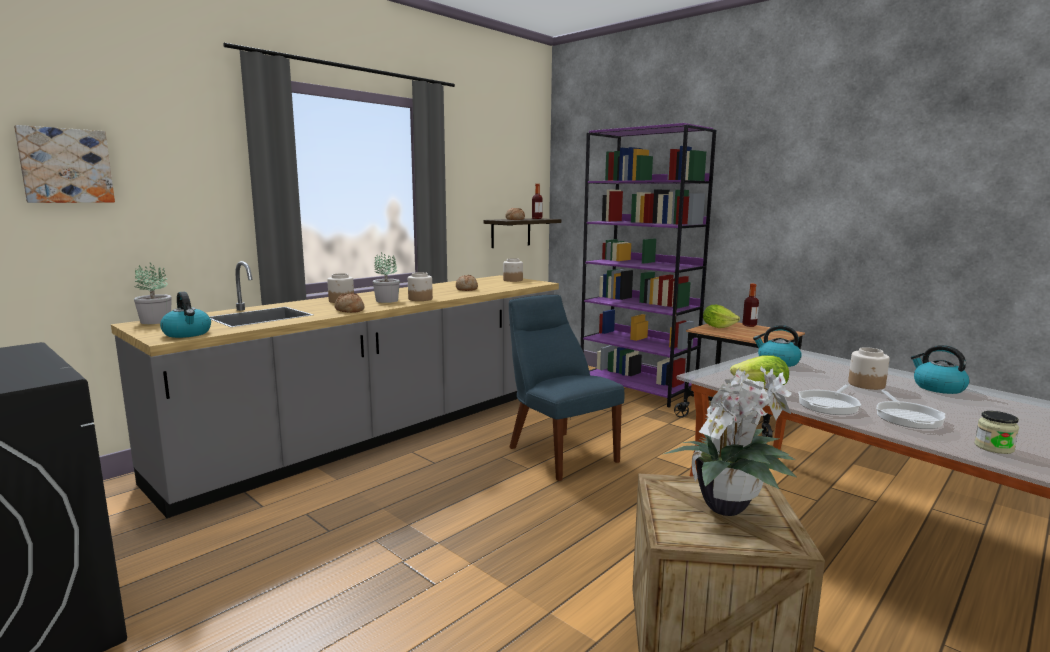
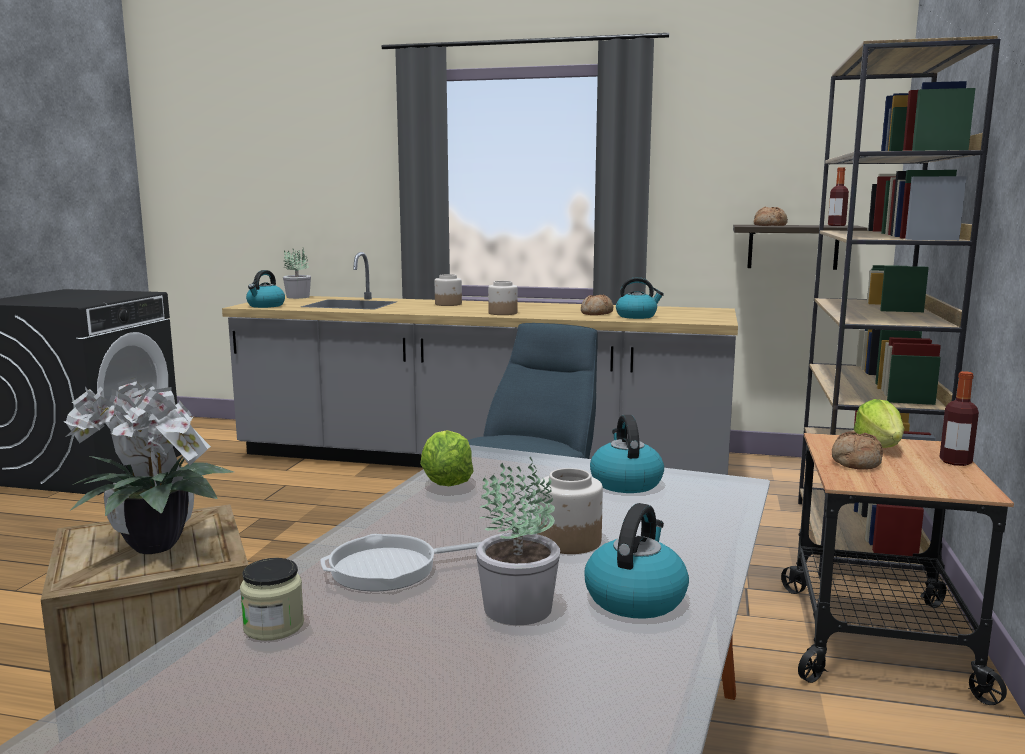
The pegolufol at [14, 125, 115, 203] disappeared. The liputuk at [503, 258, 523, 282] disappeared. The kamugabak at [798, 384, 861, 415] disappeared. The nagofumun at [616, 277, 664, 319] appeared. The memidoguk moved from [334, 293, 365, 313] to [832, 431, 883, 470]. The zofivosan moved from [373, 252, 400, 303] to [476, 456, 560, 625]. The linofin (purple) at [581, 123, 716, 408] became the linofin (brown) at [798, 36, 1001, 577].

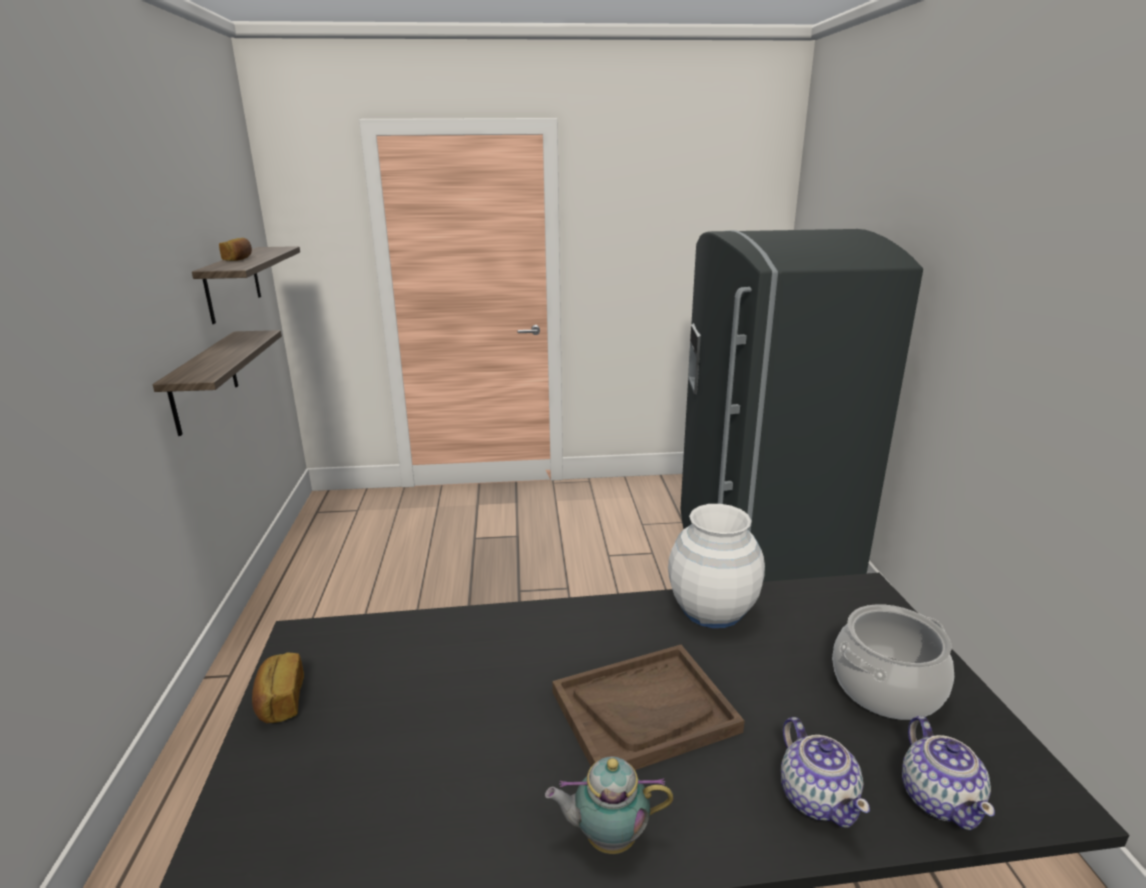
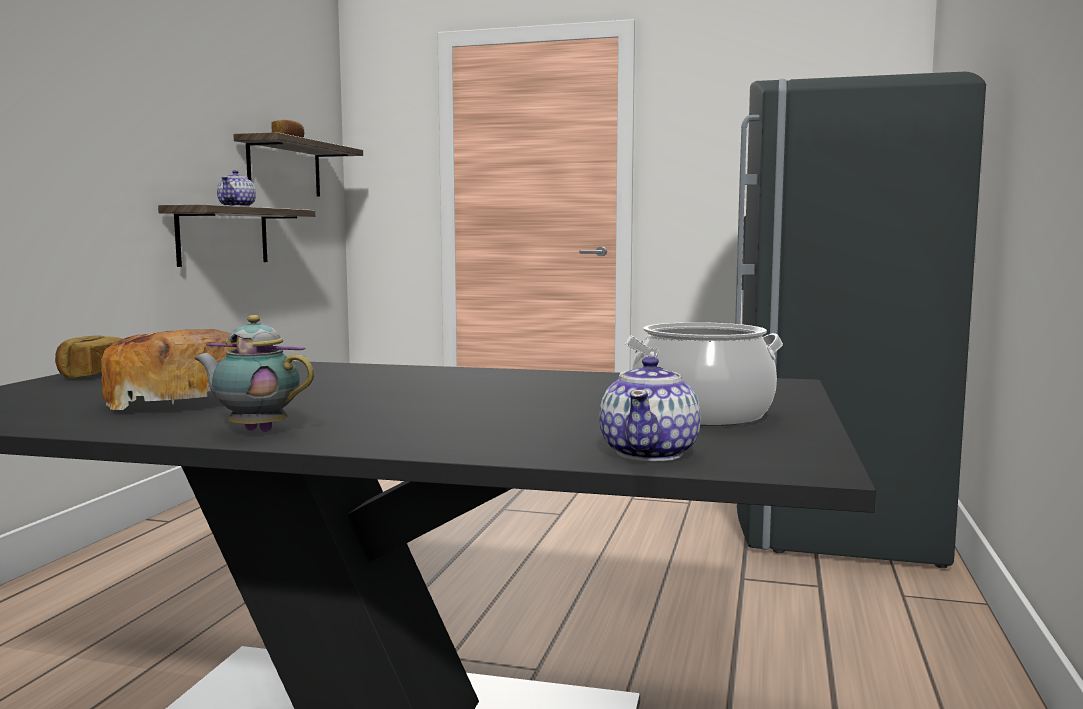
The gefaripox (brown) at [552, 645, 745, 770] disappeared. The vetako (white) at [668, 504, 765, 628] disappeared. The memidoguk at [101, 329, 237, 410] appeared. The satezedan moved from [781, 717, 870, 828] to [217, 170, 256, 207].

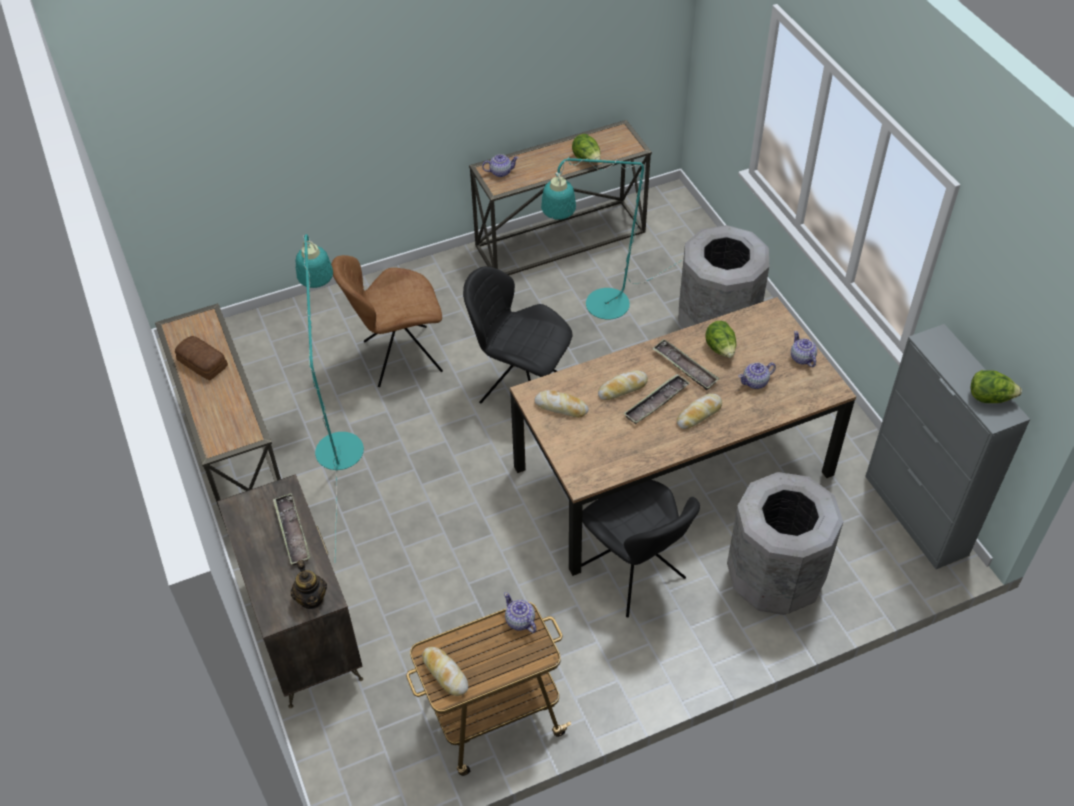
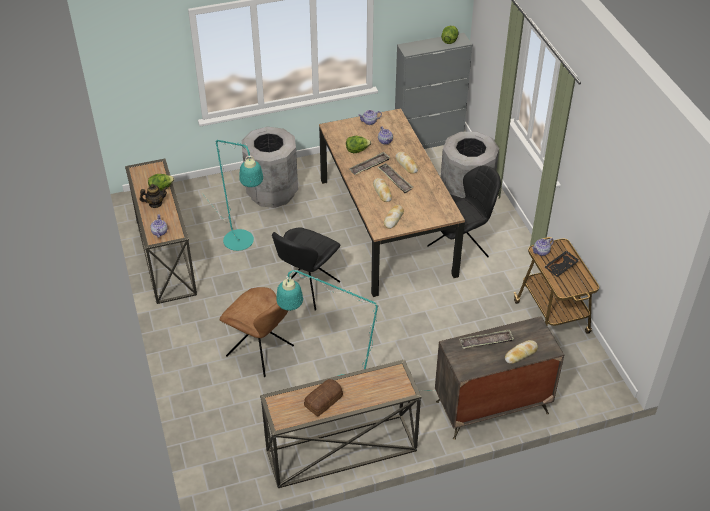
The gefaripox (black) at [544, 251, 580, 277] appeared. The satezedan moved from [291, 560, 327, 609] to [140, 184, 168, 208]. The memidoguk moved from [422, 647, 468, 696] to [505, 340, 538, 364]. The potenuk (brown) at [331, 255, 443, 387] turned 45 degrees counterclockwise.

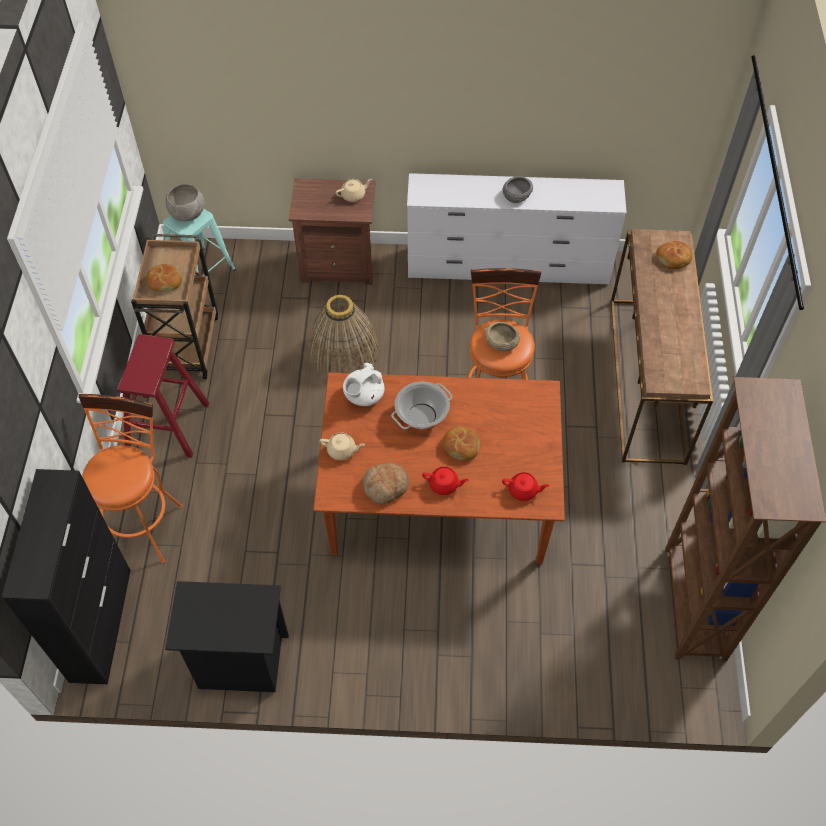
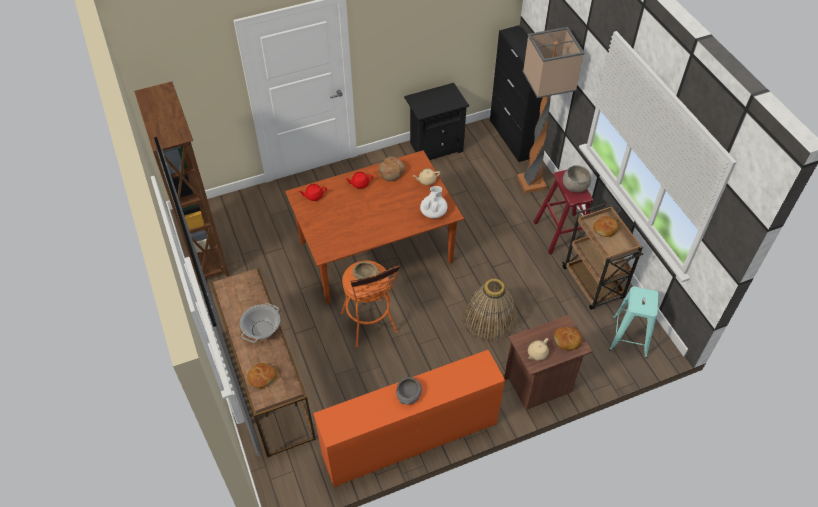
The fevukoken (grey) moved from [166, 184, 205, 222] to [563, 165, 591, 192]. The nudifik moved from [391, 382, 453, 429] to [240, 303, 280, 343]. The memidoguk moved from [443, 426, 480, 461] to [554, 327, 582, 350]. The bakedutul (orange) at [78, 394, 183, 563] was replaced by the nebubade at [517, 27, 585, 194]. The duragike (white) at [407, 173, 627, 284] became the duragike (orange) at [313, 350, 505, 487].

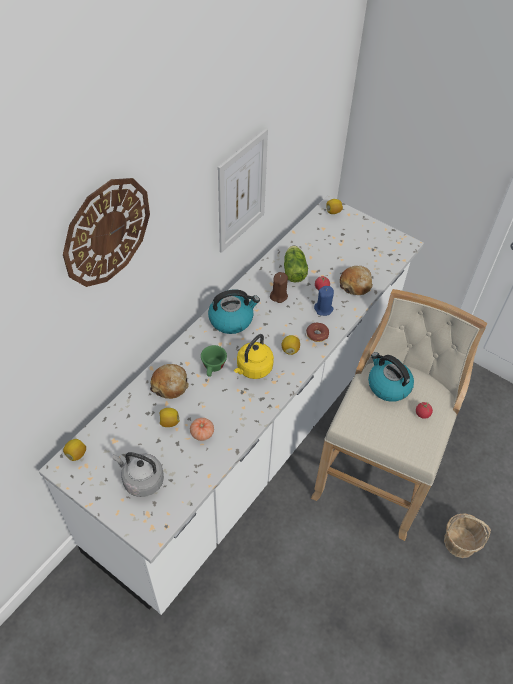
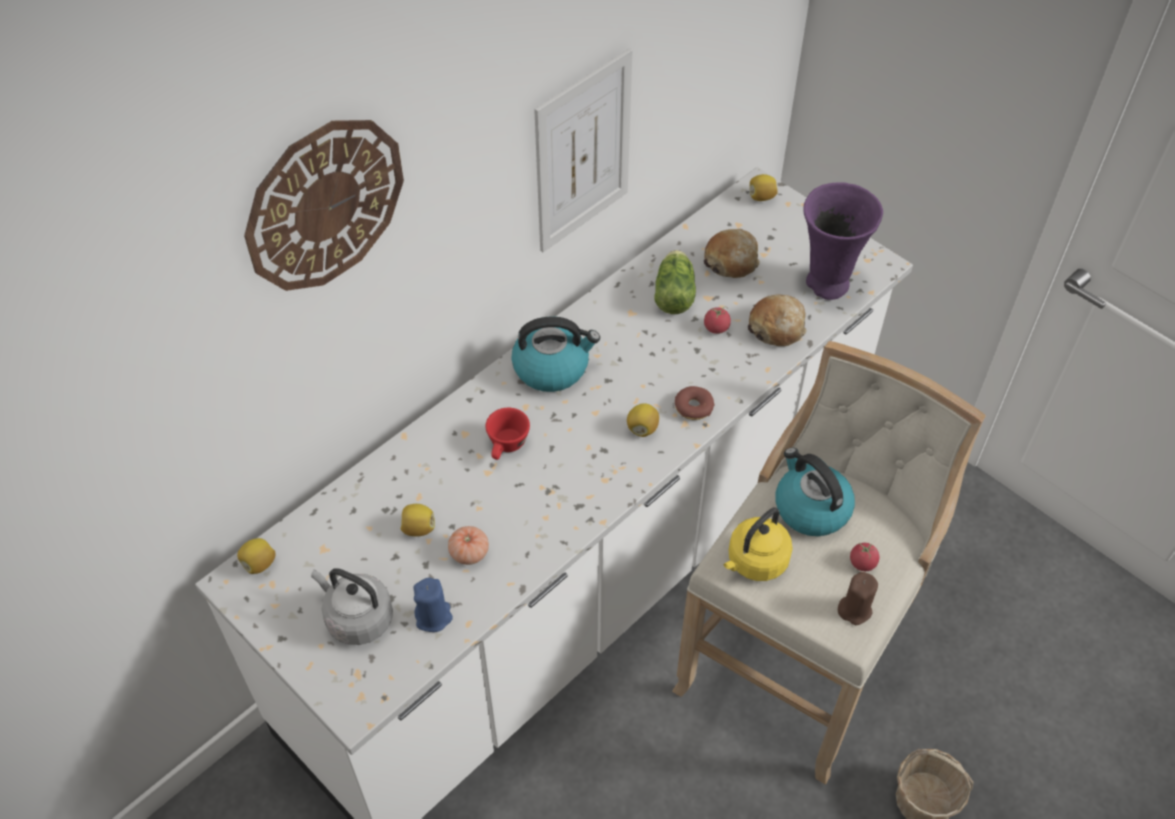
The vetako (purple) at [803, 182, 883, 300] appeared. The memidoguk moved from [150, 364, 189, 399] to [704, 229, 760, 278]. The nagofumun (yellow) moved from [234, 334, 274, 379] to [724, 507, 793, 581]. The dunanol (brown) moved from [270, 272, 288, 303] to [838, 572, 878, 625]. The dunanol (blue) moved from [314, 286, 334, 316] to [413, 578, 453, 632]. The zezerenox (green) at [201, 345, 227, 377] became the zezerenox (red) at [485, 408, 530, 460].

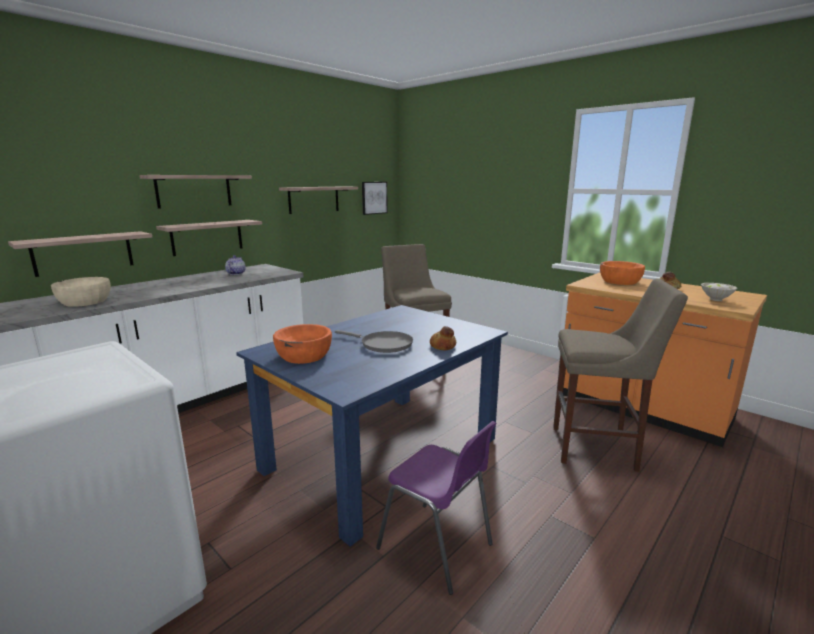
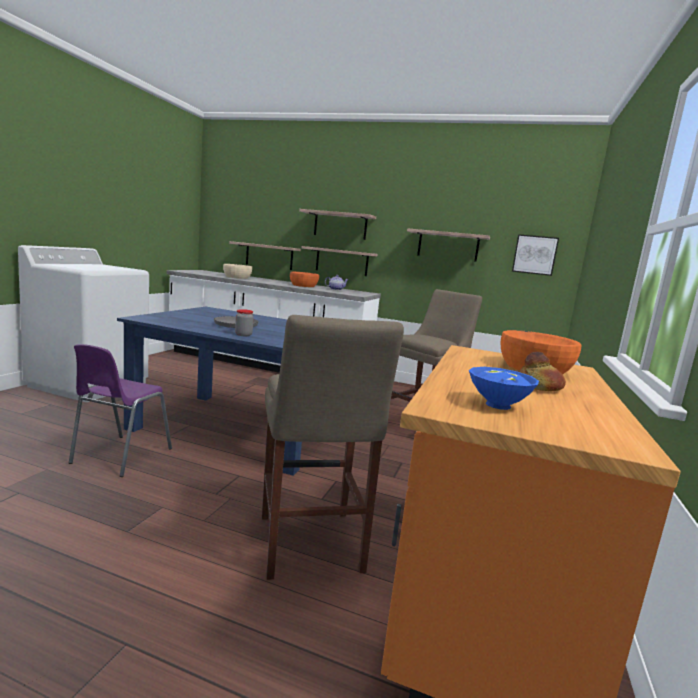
The fevukoken (orange) moved from [273, 324, 332, 364] to [290, 272, 319, 287]. The memidoguk at [430, 326, 456, 350] was replaced by the liputuk at [235, 309, 253, 336]. The fevukoken (white) at [701, 283, 738, 301] became the fevukoken (blue) at [469, 367, 539, 410].

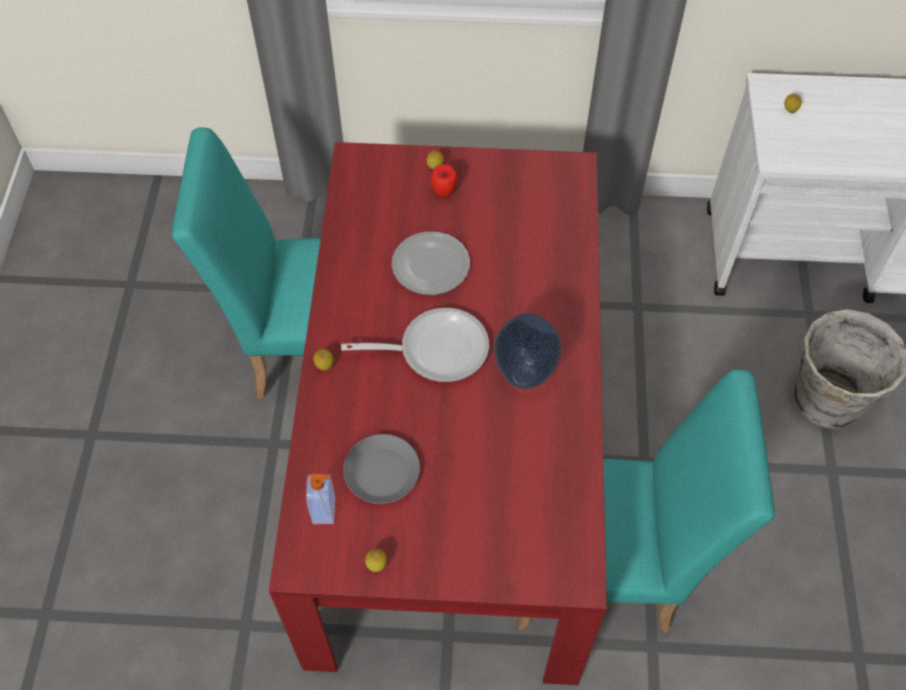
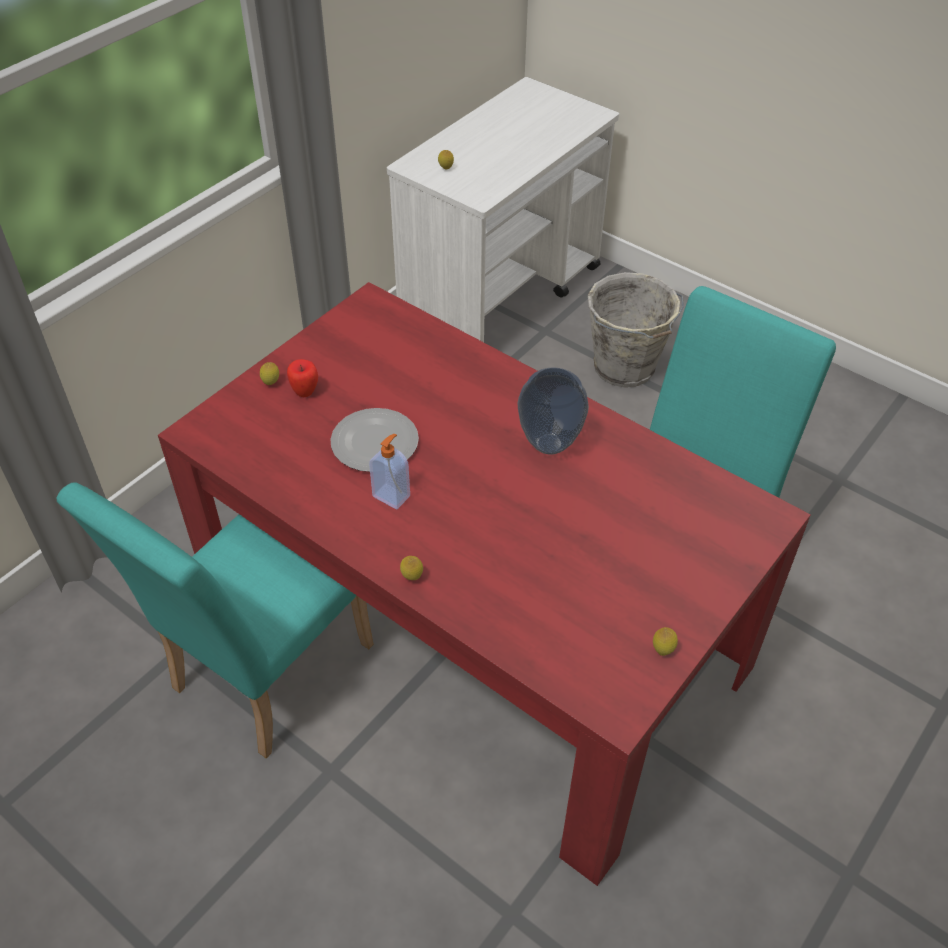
The kamugabak at [341, 308, 489, 382] disappeared. The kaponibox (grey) at [343, 434, 420, 504] disappeared. The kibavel moved from [306, 474, 335, 524] to [369, 434, 410, 509].

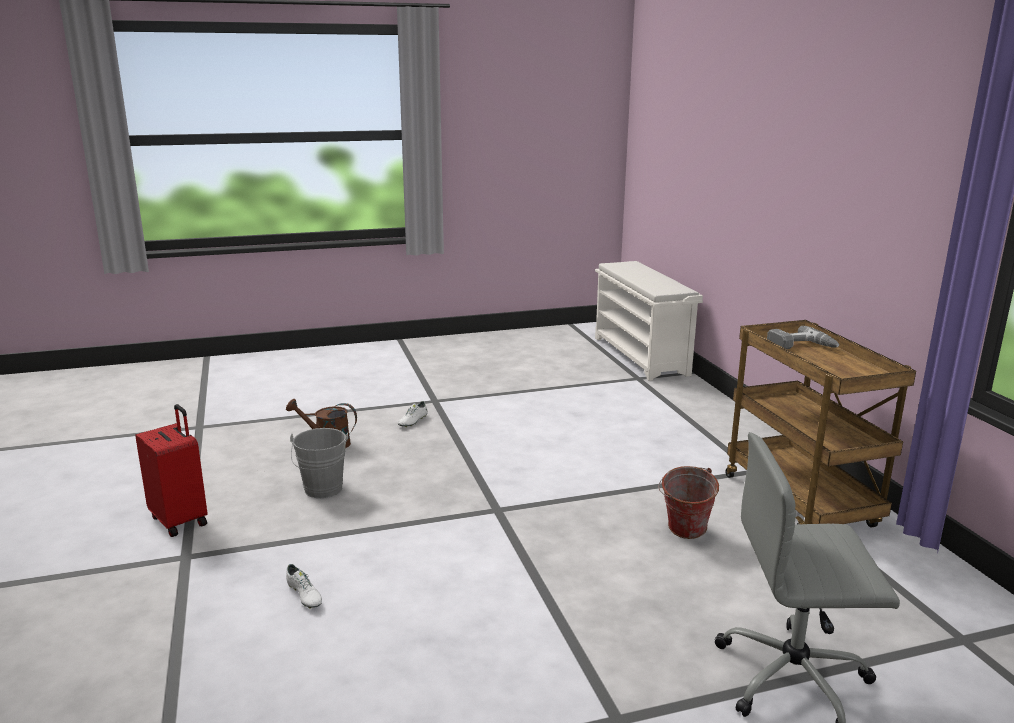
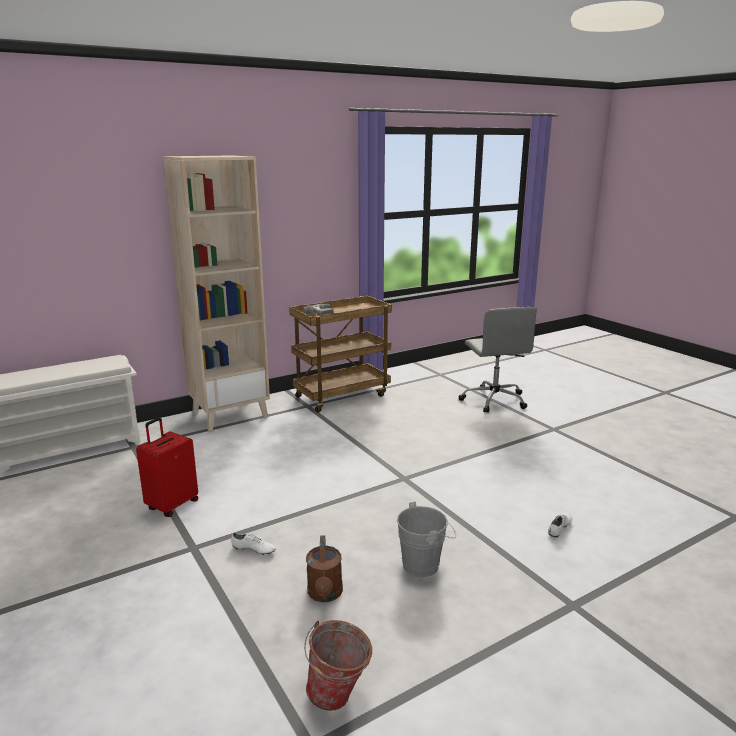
The linofin (beige) at [163, 155, 270, 431] appeared. The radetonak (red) moved from [135, 404, 207, 537] to [136, 418, 198, 517]. The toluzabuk moved from [658, 466, 719, 539] to [304, 620, 372, 711].

